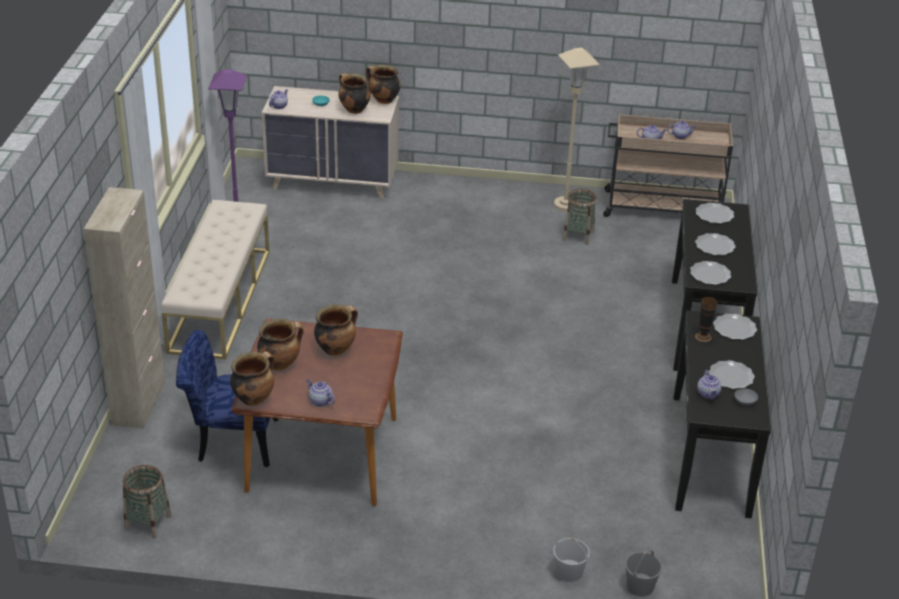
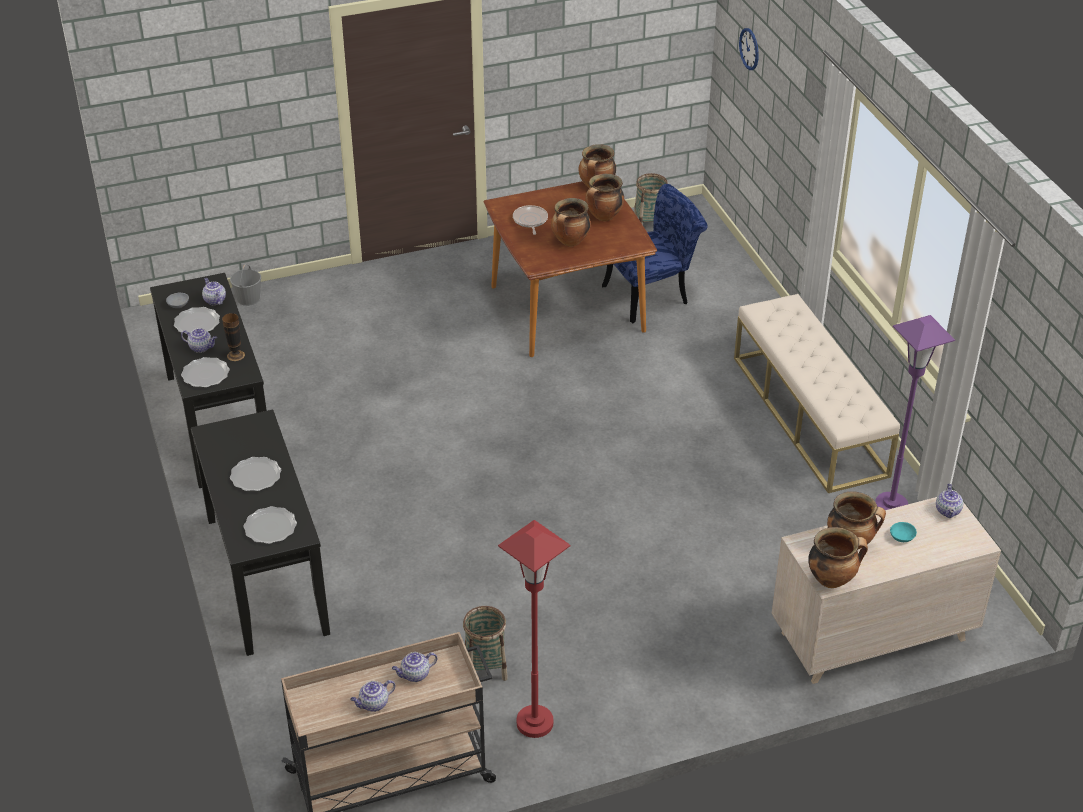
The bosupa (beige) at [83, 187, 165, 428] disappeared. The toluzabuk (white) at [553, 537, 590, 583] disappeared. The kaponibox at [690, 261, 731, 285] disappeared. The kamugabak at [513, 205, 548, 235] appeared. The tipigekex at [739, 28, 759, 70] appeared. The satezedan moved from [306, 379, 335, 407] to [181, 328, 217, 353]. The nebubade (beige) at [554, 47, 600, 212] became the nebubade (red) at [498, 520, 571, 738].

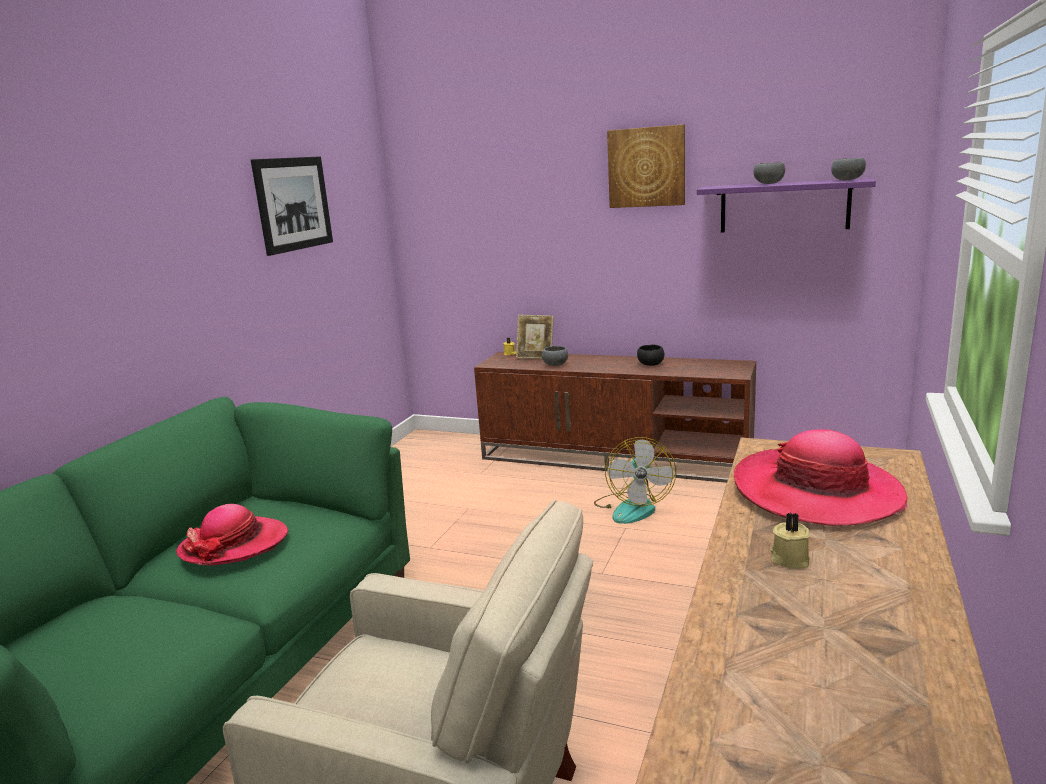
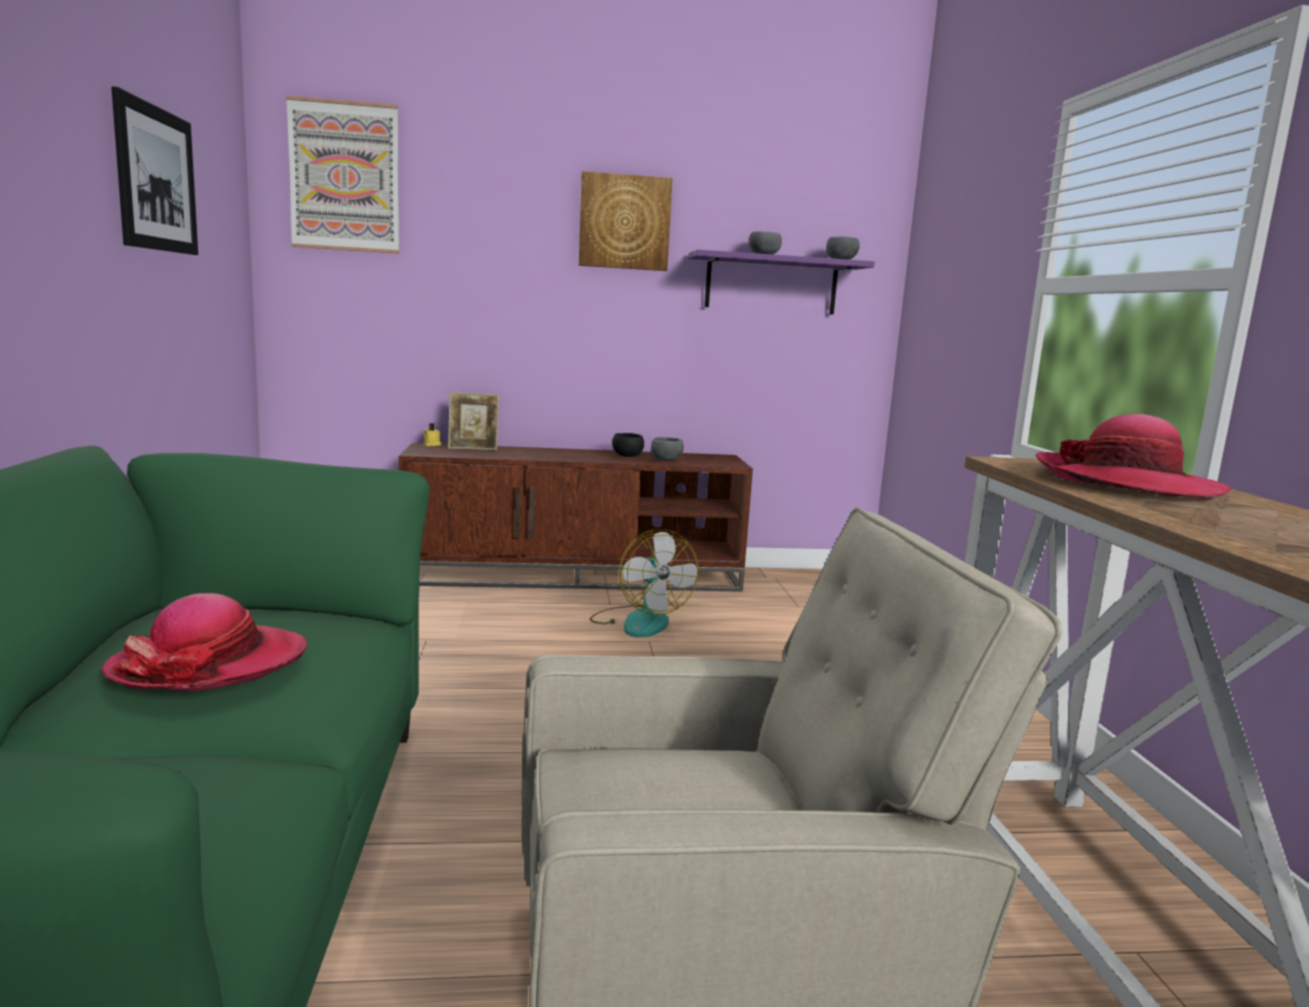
The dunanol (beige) at [770, 512, 810, 569] disappeared. The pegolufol at [286, 96, 399, 253] appeared. The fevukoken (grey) moved from [542, 346, 568, 366] to [651, 437, 684, 461].

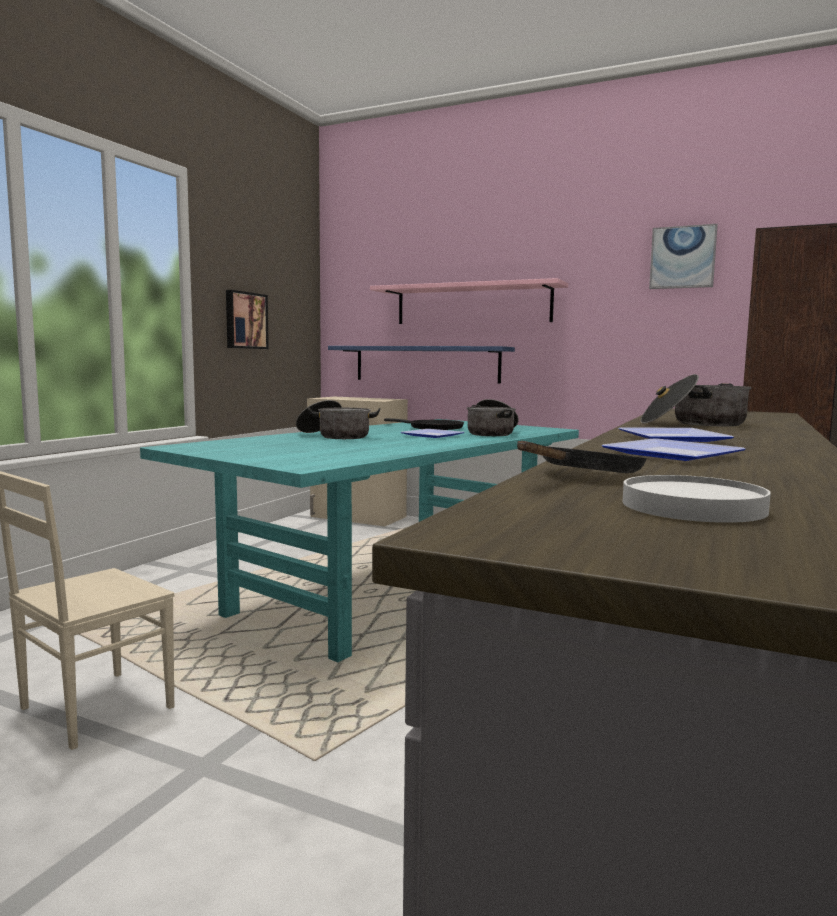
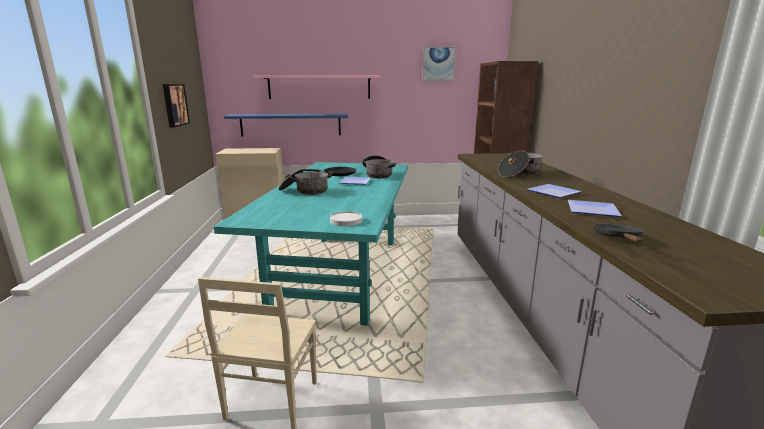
The kaponibox (white) moved from [623, 475, 771, 523] to [330, 211, 362, 226].

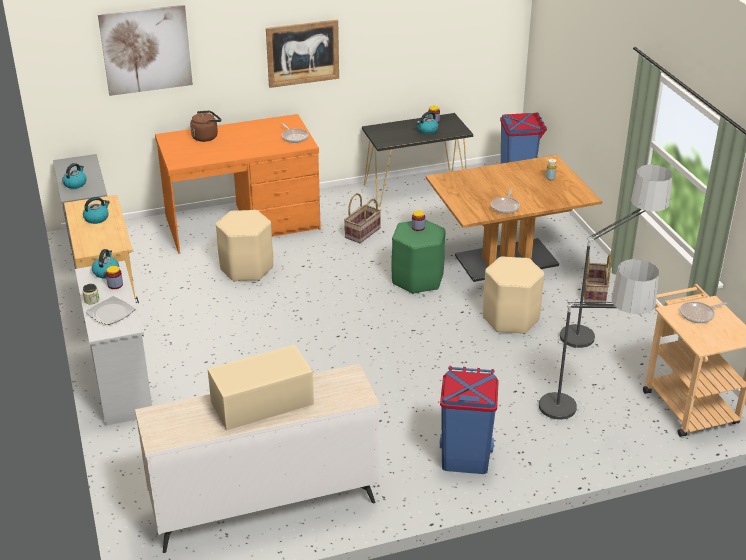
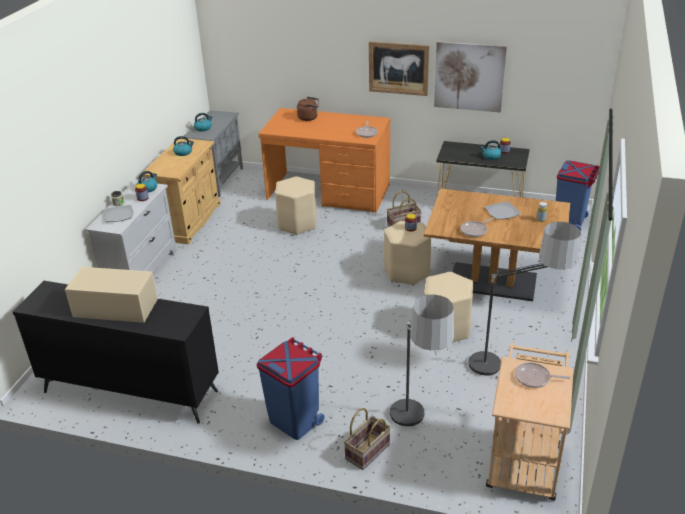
The kaponibox at [485, 201, 521, 219] appeared. The pegolufol moved from [98, 5, 193, 96] to [434, 41, 507, 113]. The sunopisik moved from [584, 254, 611, 304] to [344, 408, 391, 470]. The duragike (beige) at [135, 364, 380, 553] became the duragike (black) at [13, 281, 219, 424]. The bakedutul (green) at [391, 219, 446, 294] became the bakedutul (beige) at [384, 221, 432, 286].

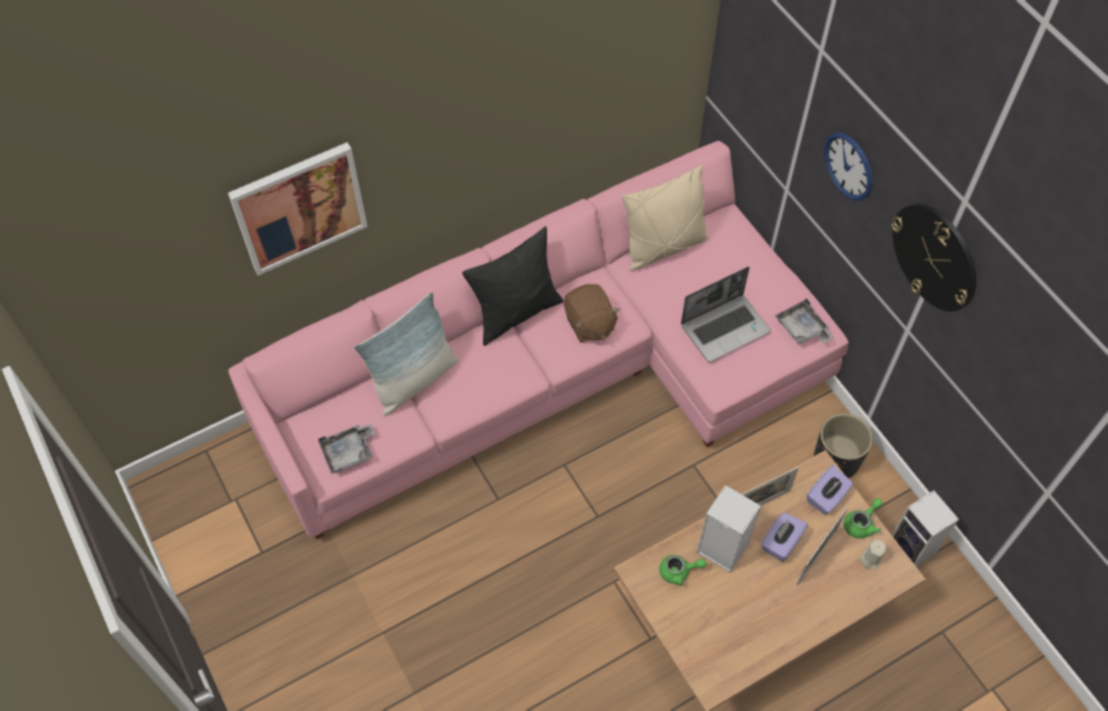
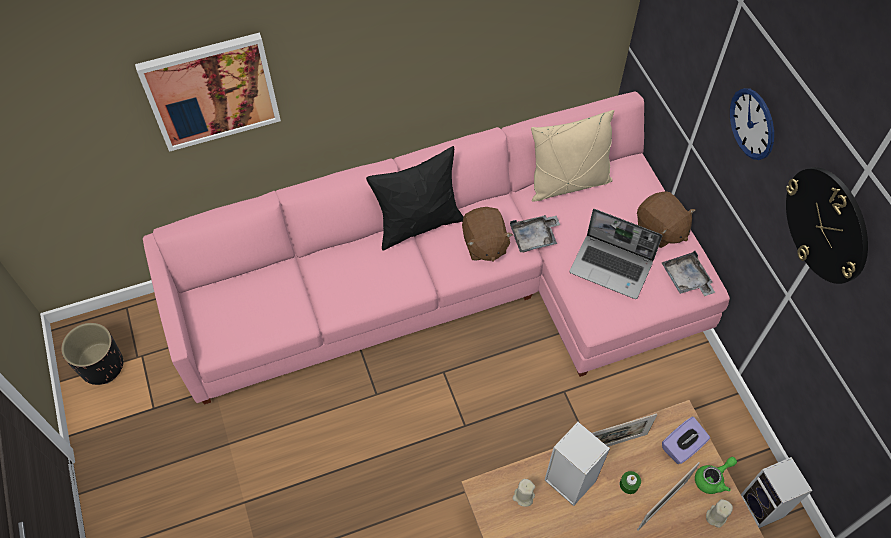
The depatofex at [354, 292, 459, 417] disappeared. The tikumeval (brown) at [637, 191, 695, 248] appeared. The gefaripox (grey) moved from [318, 424, 375, 474] to [510, 215, 560, 252]. The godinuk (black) moved from [814, 413, 873, 478] to [61, 323, 124, 385]. The satezedan (green) at [659, 555, 707, 585] was replaced by the dunanol (beige) at [513, 479, 535, 507]. The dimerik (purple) at [761, 512, 808, 562] was replaced by the dunanol (green) at [620, 471, 641, 494]. The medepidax at [681, 266, 771, 362] turned 45 degrees clockwise.

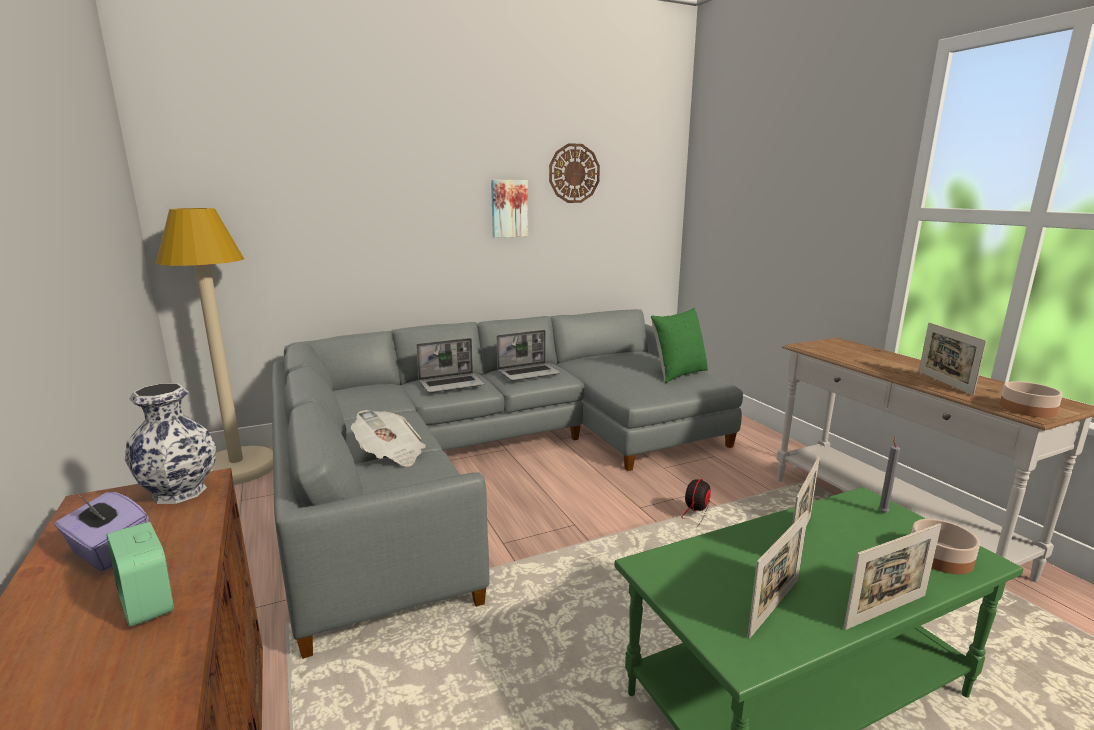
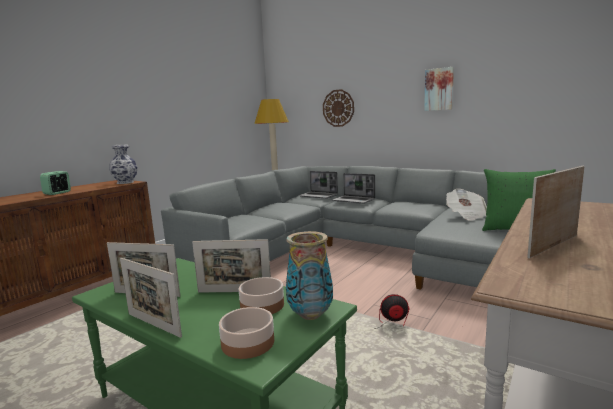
The dimerik (purple) at [55, 492, 149, 571] disappeared. The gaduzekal moved from [351, 410, 426, 467] to [446, 189, 487, 221]. The medepidax moved from [497, 330, 561, 381] to [299, 171, 338, 199]. The tipigekex moved from [549, 143, 600, 203] to [323, 89, 354, 127]. The fevukoken moved from [1000, 381, 1063, 418] to [239, 277, 284, 314]. The dunanol (grey) at [878, 437, 900, 513] was replaced by the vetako at [286, 231, 333, 320].

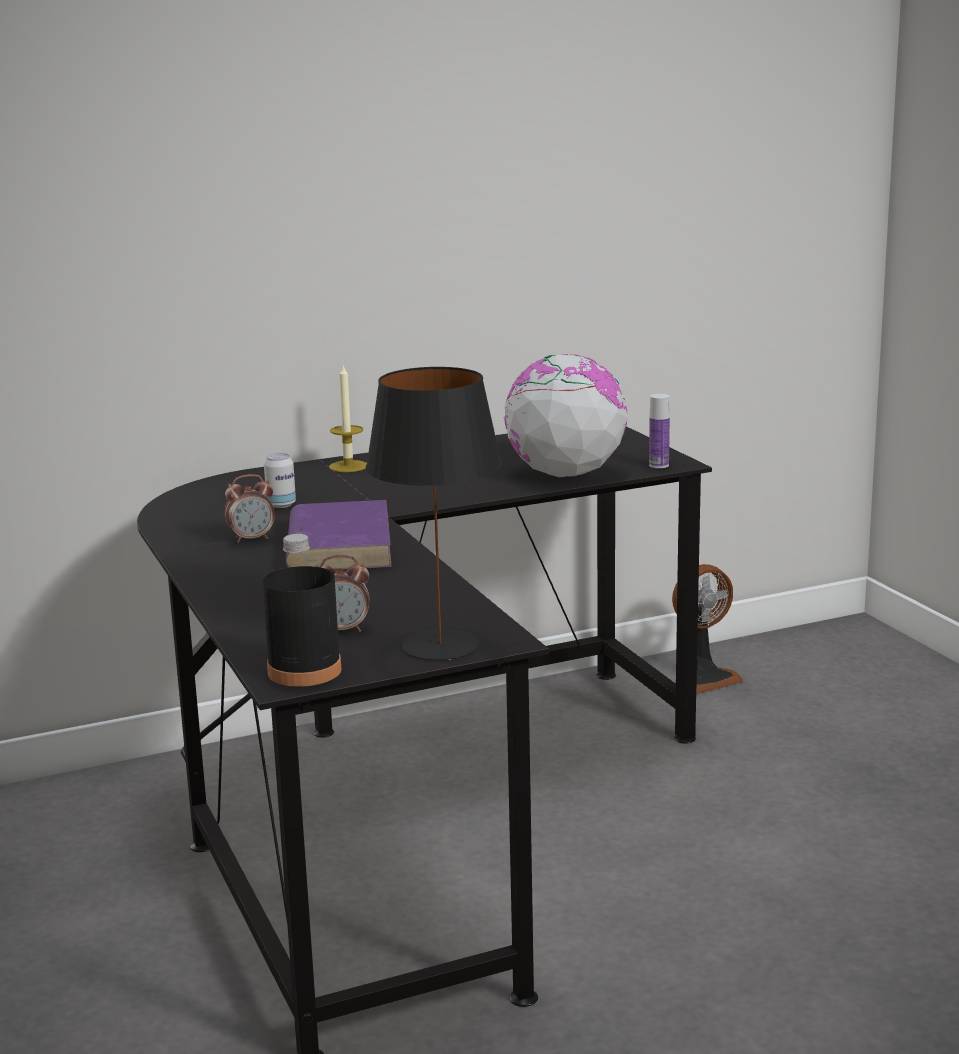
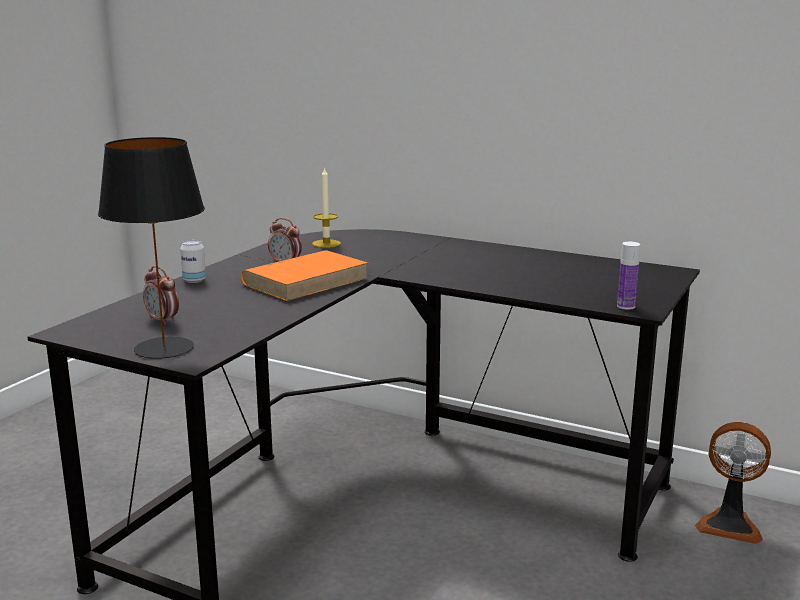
The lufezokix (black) at [262, 534, 342, 687] disappeared. The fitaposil at [504, 354, 628, 477] disappeared. The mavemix moved from [264, 453, 296, 508] to [180, 240, 206, 283]. The dunanol moved from [329, 365, 367, 472] to [312, 167, 341, 248]. The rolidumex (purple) at [286, 500, 392, 570] became the rolidumex (orange) at [241, 250, 368, 301].

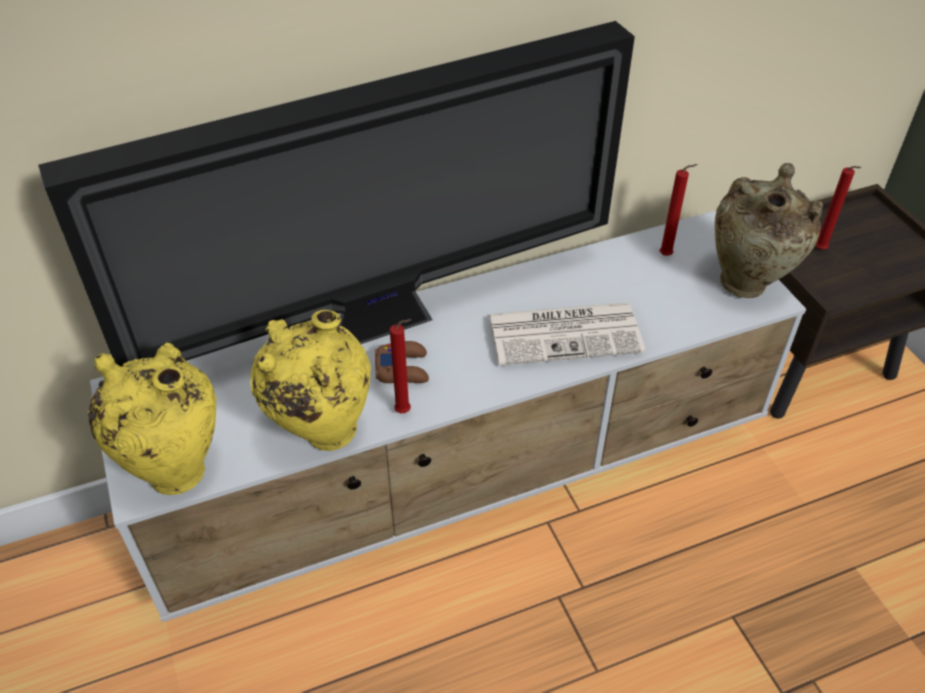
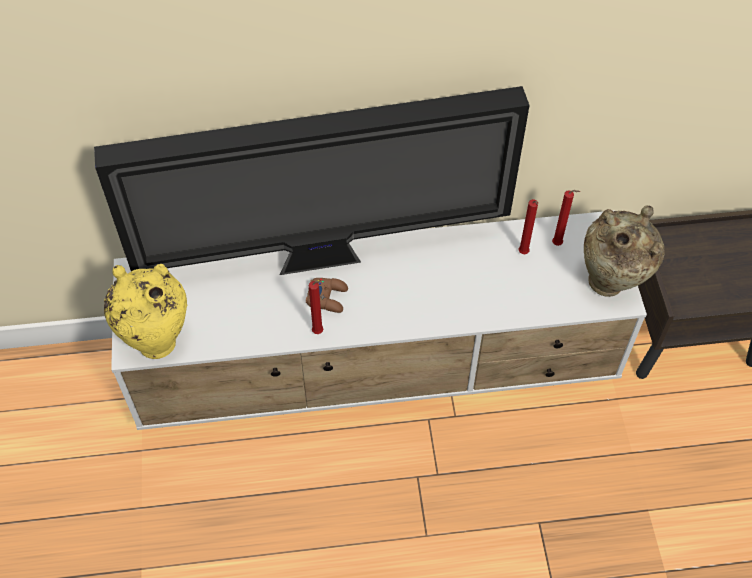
The vetako (yellow) at [250, 310, 371, 451] disappeared. The gaduzekal at [488, 303, 645, 366] disappeared. The dunanol (red) moved from [816, 166, 861, 249] to [518, 199, 538, 254].

